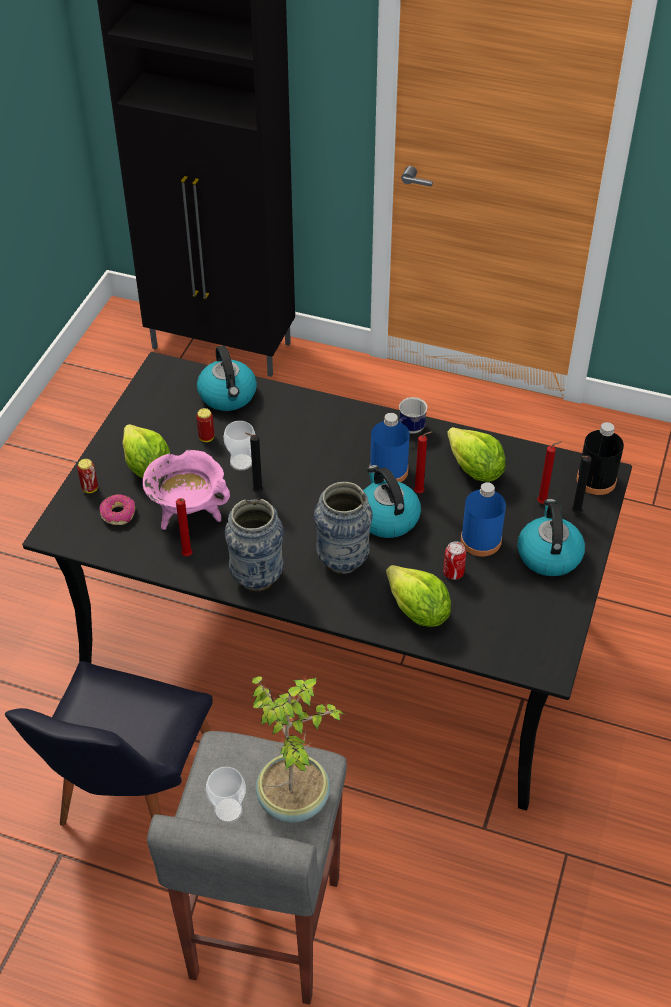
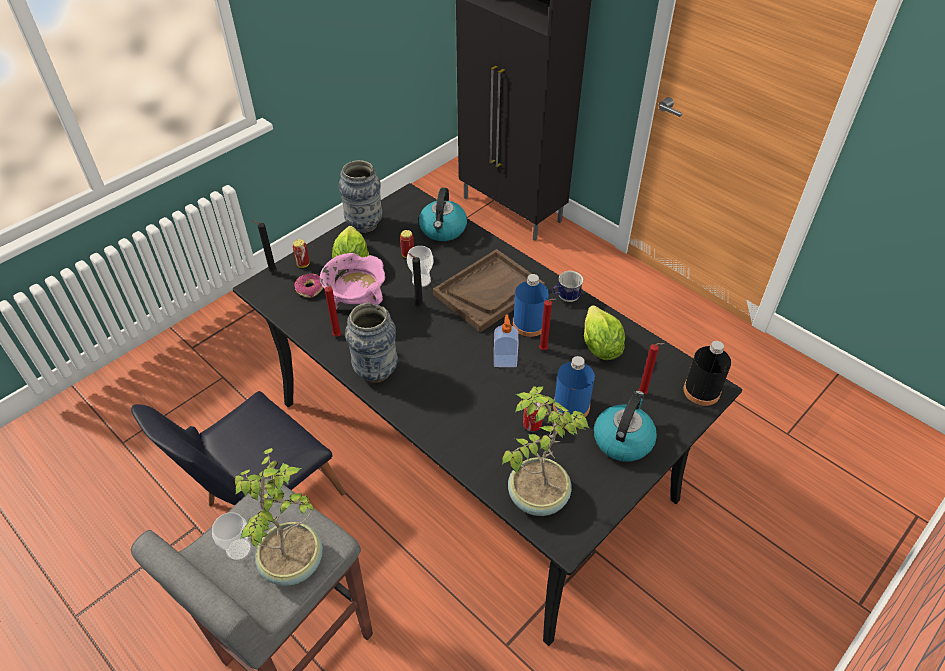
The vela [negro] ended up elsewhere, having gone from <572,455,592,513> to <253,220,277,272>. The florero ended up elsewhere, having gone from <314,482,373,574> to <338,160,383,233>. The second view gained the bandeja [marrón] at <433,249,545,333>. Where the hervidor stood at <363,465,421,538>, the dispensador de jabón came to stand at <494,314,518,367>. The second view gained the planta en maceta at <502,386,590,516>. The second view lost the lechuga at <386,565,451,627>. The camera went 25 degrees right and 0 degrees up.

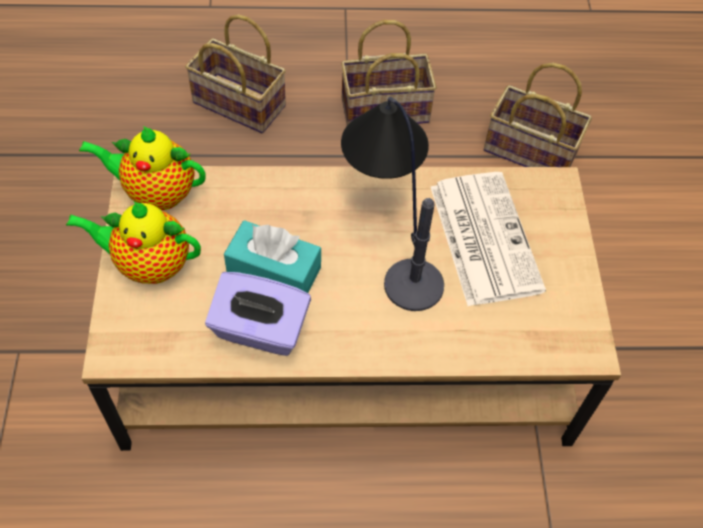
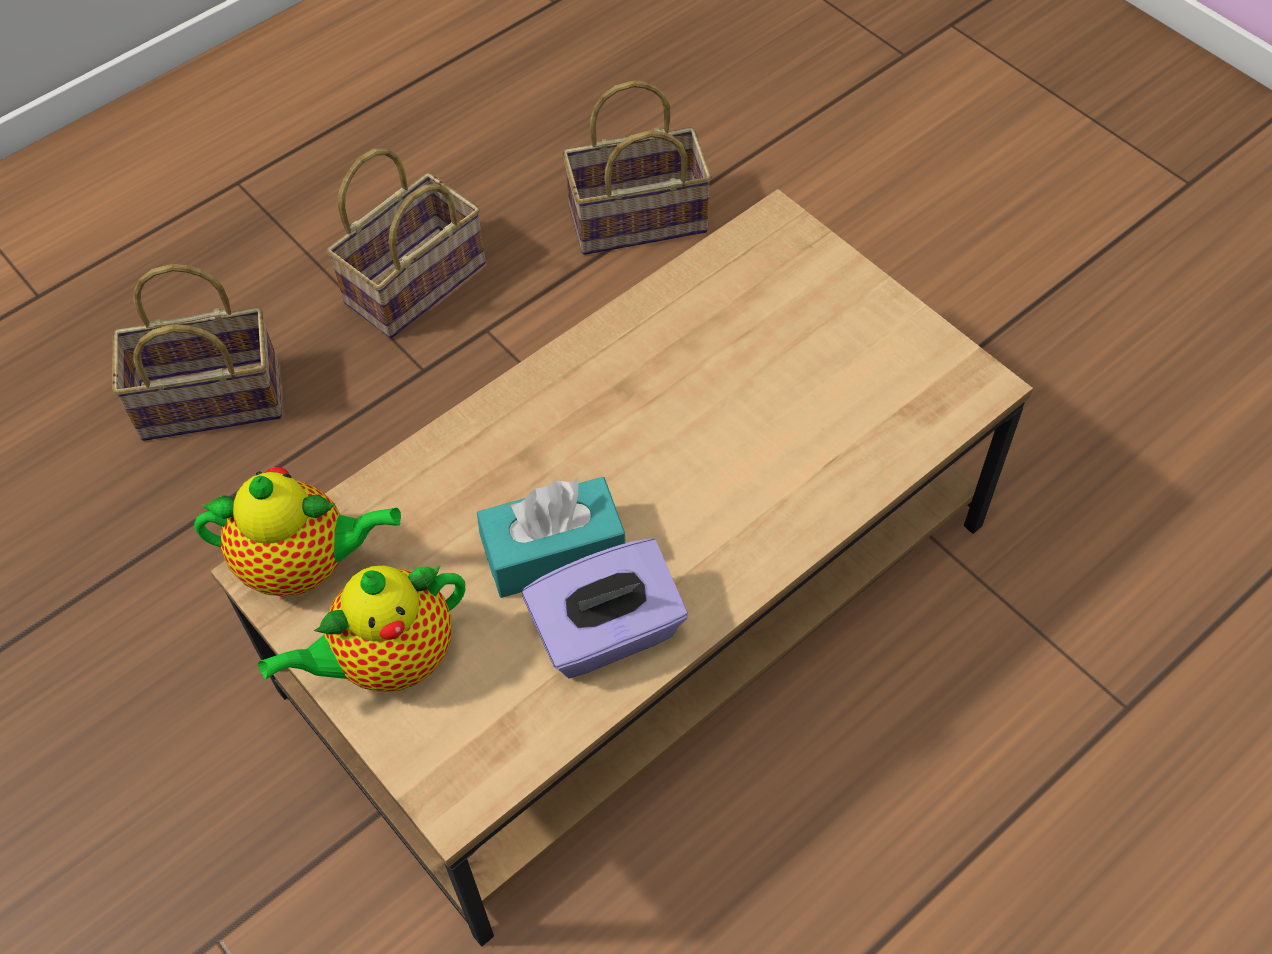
The tetera at <79,126,206,210> ended up facing another way, 150 degrees counterclockwise from before. The second view lost the lámpara de mesa at <341,97,444,311>. The second view lost the periódico at <431,172,546,306>. The camera went 35 degrees left and 0 degrees up.

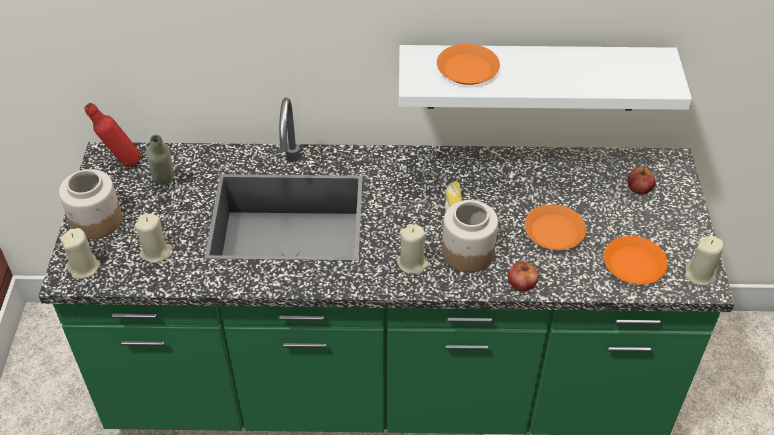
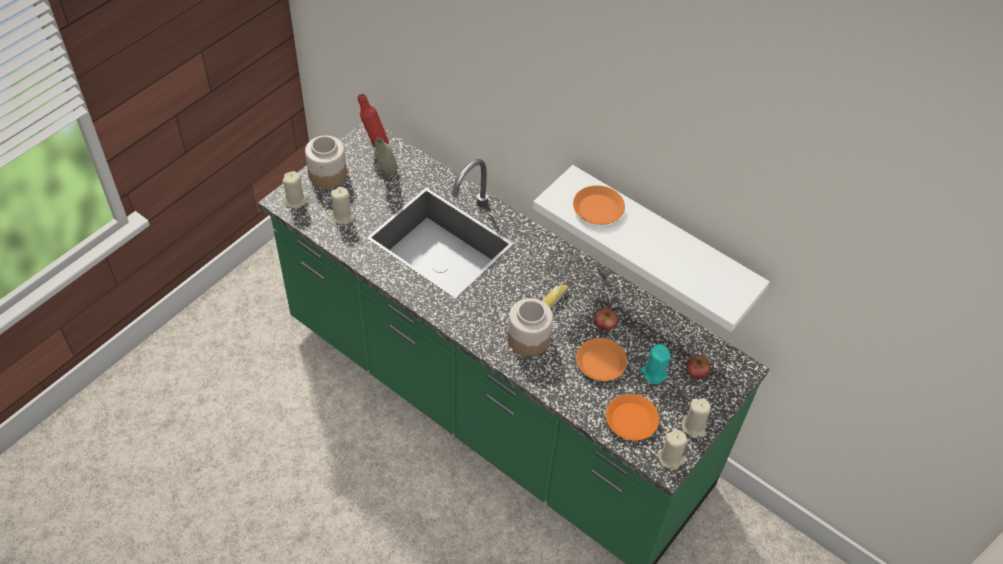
The manzana ended up elsewhere, having gone from <508,262,539,292> to <594,308,618,331>. The second view gained the vela [turquesa] at <641,344,671,384>. The vela [beis] ended up elsewhere, having gone from <396,224,430,274> to <682,398,711,438>. The camera went 35 degrees right and 5 degrees up.

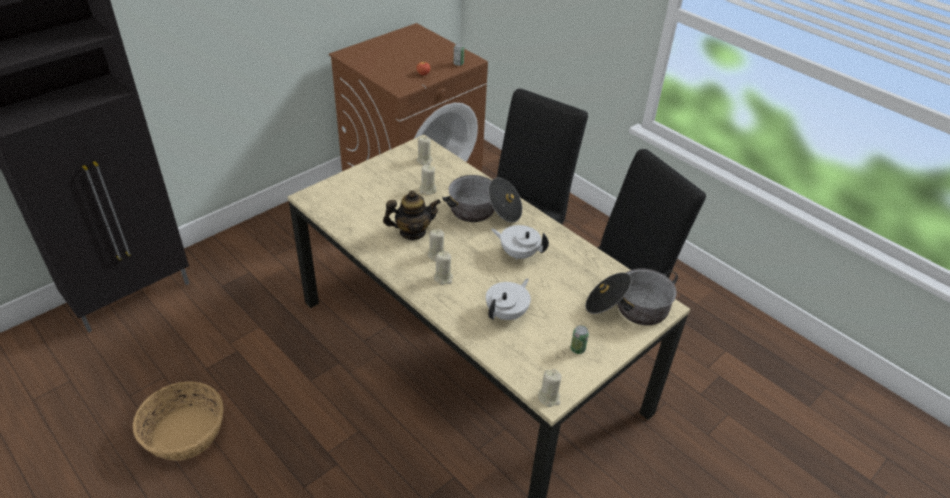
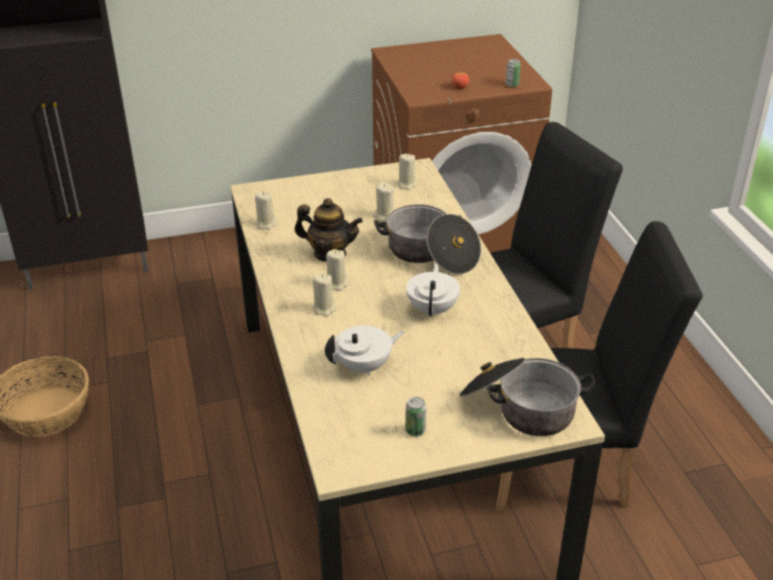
The vela [beis] ended up elsewhere, having gone from <538,369,561,407> to <255,192,277,230>. The tetera [blanco] at <491,225,549,260> ended up facing another way, 45 degrees clockwise from before. The camera went 30 degrees right and 5 degrees down.

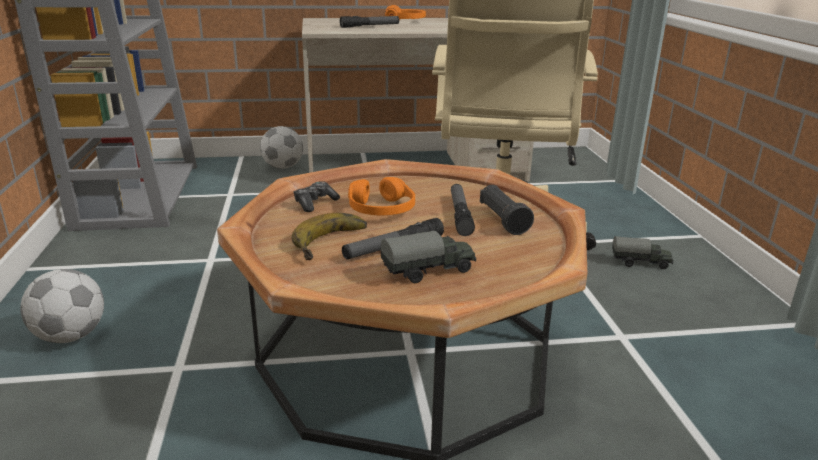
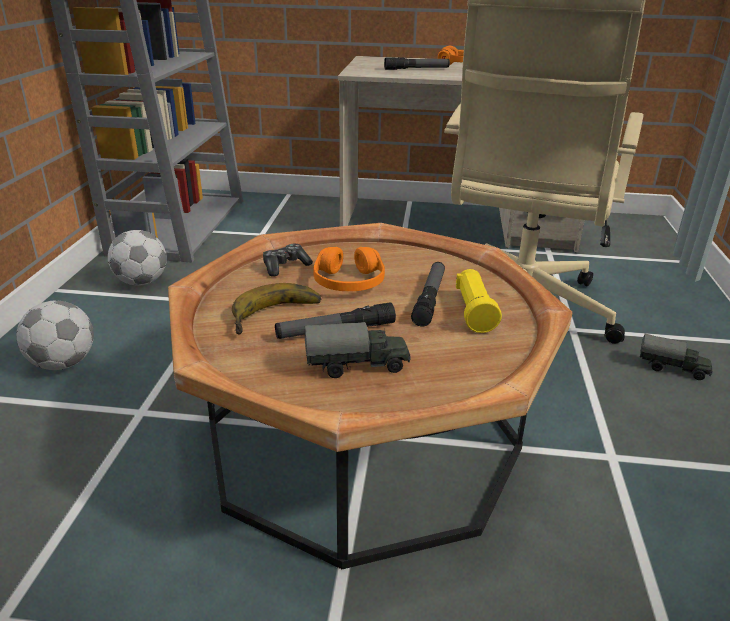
The balón de fútbol ended up elsewhere, having gone from <260,126,303,169> to <108,230,167,285>. What was the linterna [negro] at <480,185,534,235> turned into the linterna [amarillo] at <456,269,502,333>. The camera went 15 degrees right and 5 degrees up.

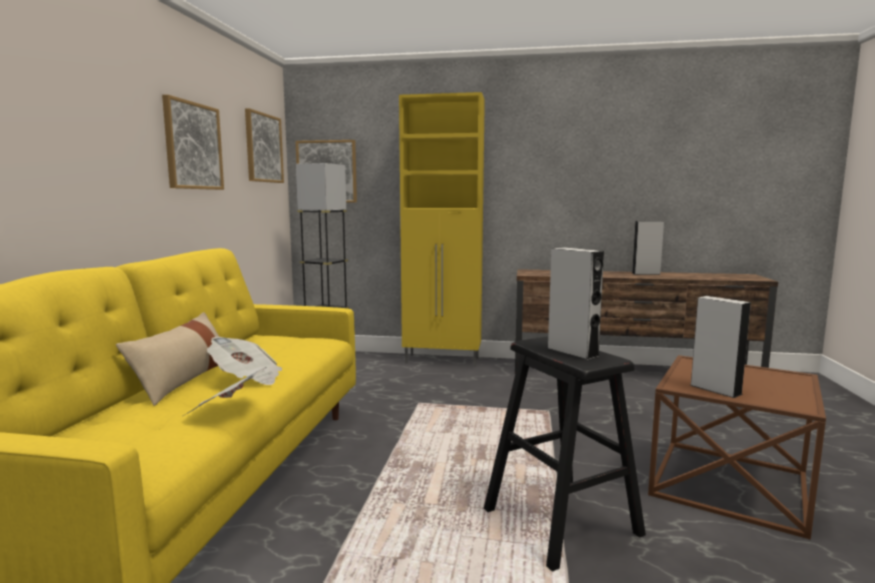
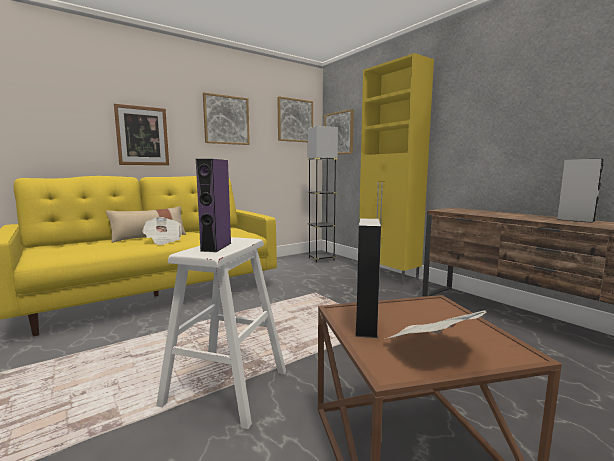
The second view gained the cuadro at <114,104,169,165>. What was the taburete [negro] at <484,336,646,572> turned into the taburete [blanco] at <156,237,286,429>. What was the altavoz [gris] at <548,248,604,360> turned into the altavoz [morado] at <196,159,231,252>. The periódico ended up elsewhere, having gone from <183,367,267,416> to <384,310,487,339>. The camera went 45 degrees right and 0 degrees up.

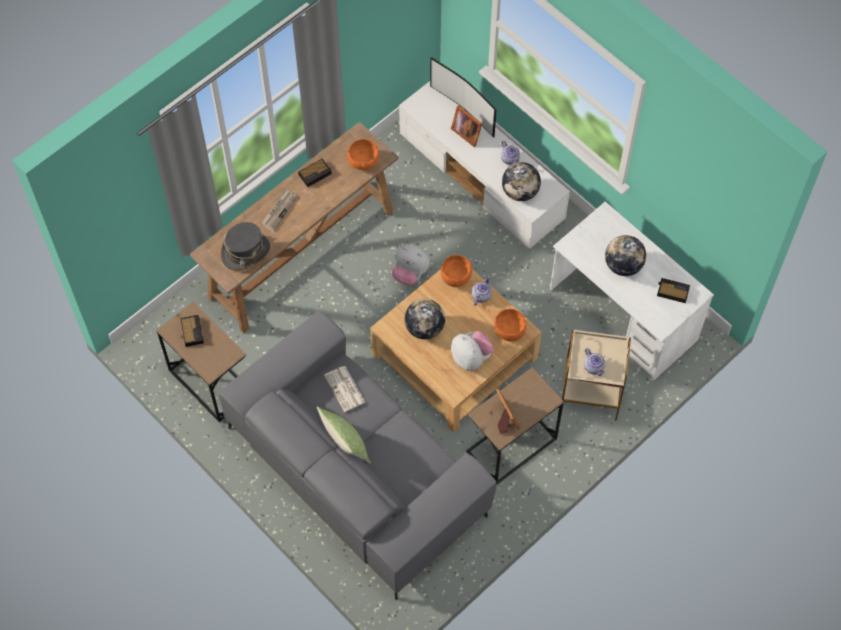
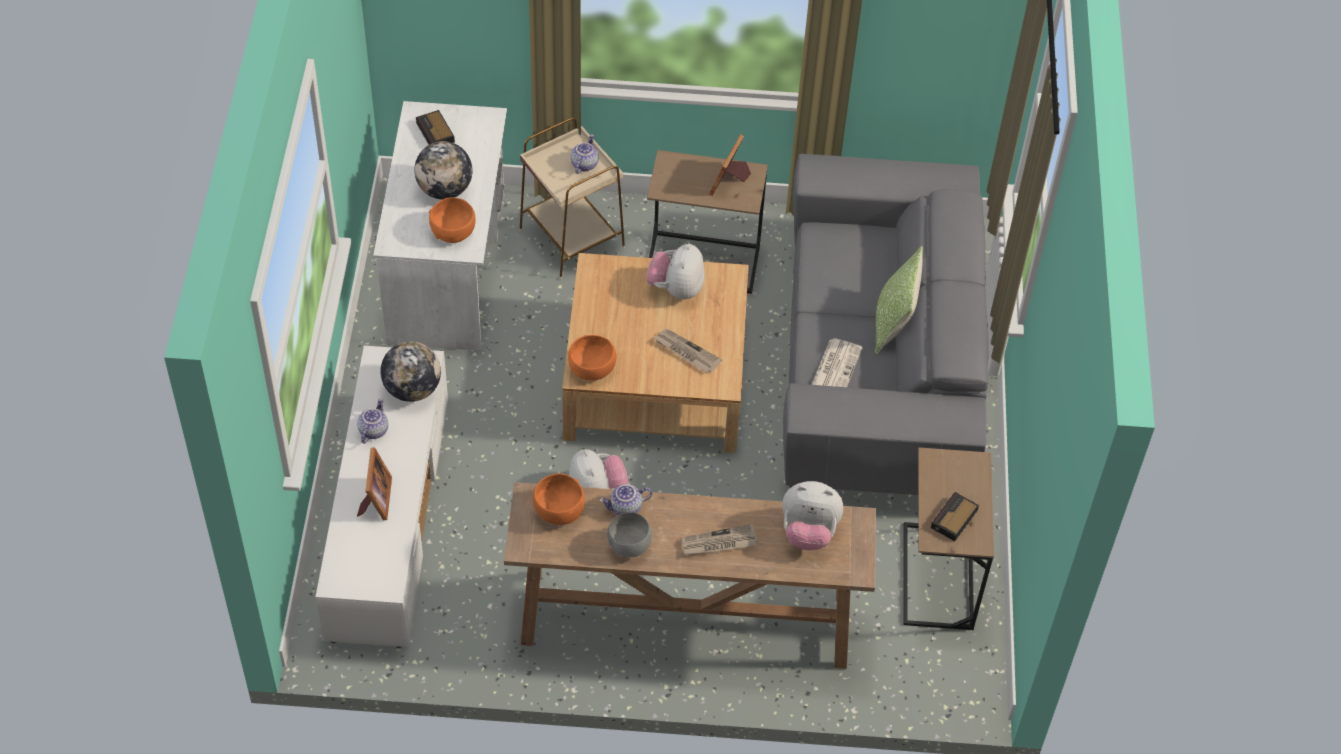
The cuenco [naranja] ended up elsewhere, having gone from <494,309,527,342> to <429,197,476,243>. The tetera ended up elsewhere, having gone from <472,276,492,306> to <600,484,652,515>. Where the despertador stood at <298,159,332,187>, the cuenco [gris] came to stand at <607,512,652,558>. Where the globo terráqueo stood at <405,299,445,339>, the periódico came to stand at <654,329,722,373>. Where the sombrero [gris] stood at <221,222,270,270>, the peluche came to stand at <782,481,843,550>. The second view lost the televisor at <430,57,496,138>. The camera went 135 degrees left and 10 degrees down.

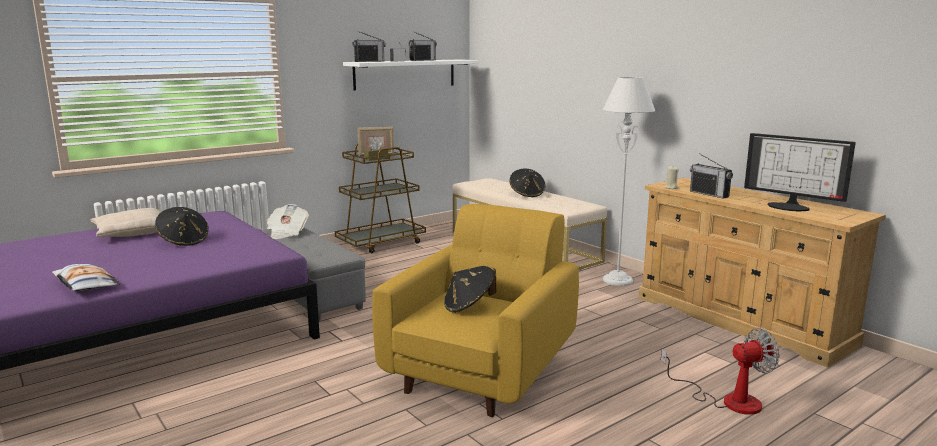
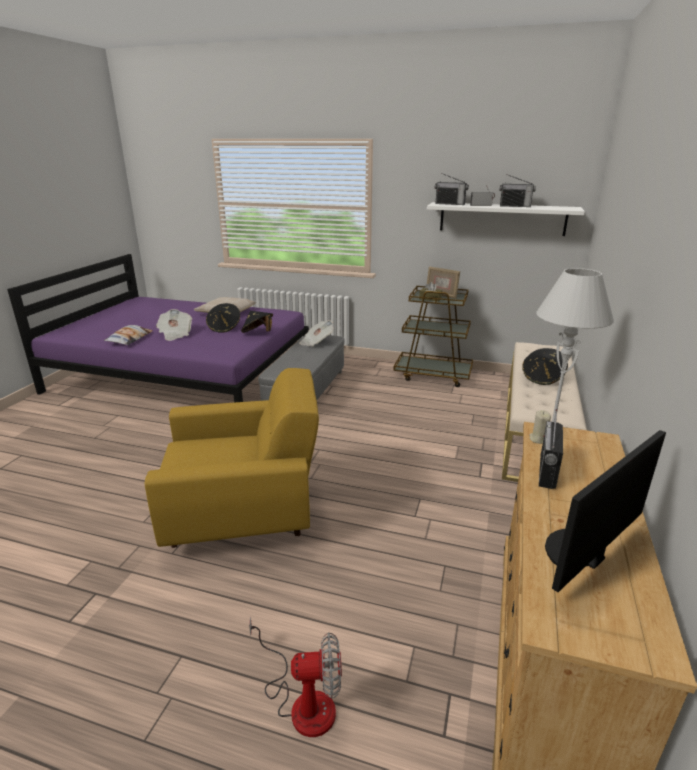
The second view gained the periódico at <156,309,192,341>. The sombrero [negro] ended up elsewhere, having gone from <444,266,496,313> to <241,311,273,333>. The ventilador at <661,328,780,415> ended up facing another way, 45 degrees counterclockwise from before. The monitor at <744,133,856,211> ended up facing another way, 45 degrees clockwise from before. The camera went 55 degrees right and 10 degrees up.

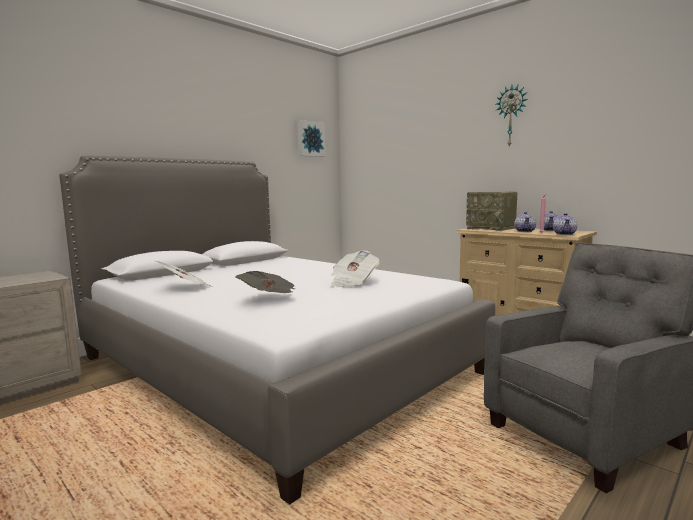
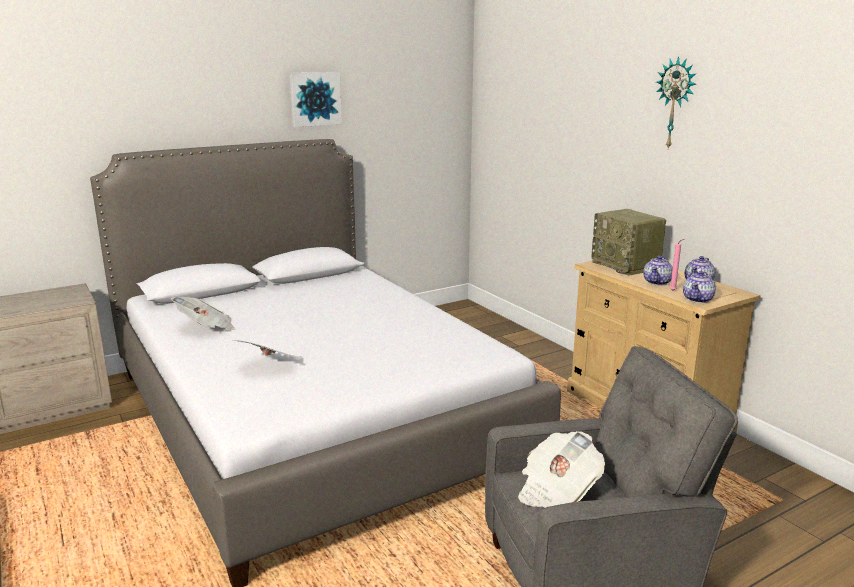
The cuadro ended up elsewhere, having gone from <297,120,326,157> to <289,72,342,127>. The periódico ended up elsewhere, having gone from <331,250,380,287> to <518,431,605,508>. The camera went 15 degrees right and 10 degrees up.

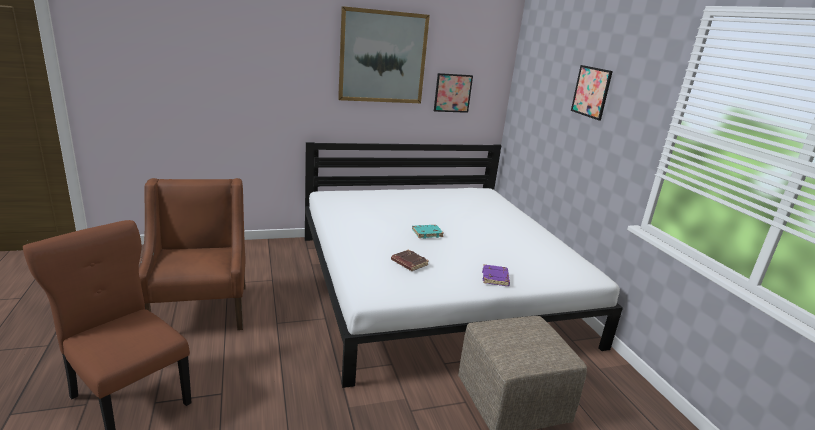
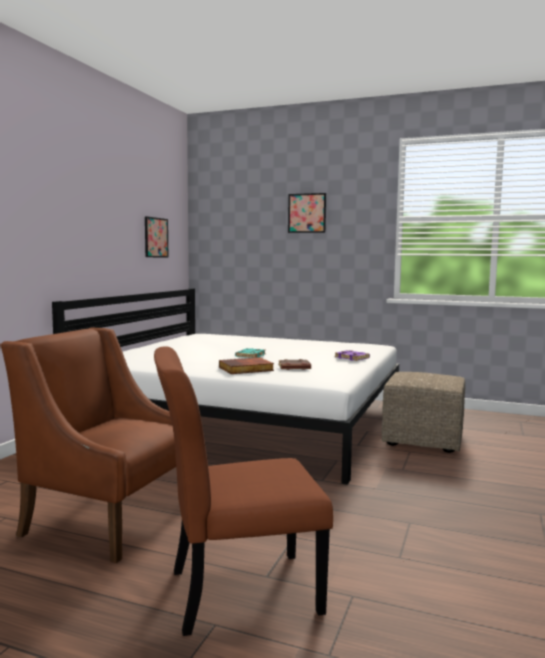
The second view gained the libro at <219,357,274,374>. The second view lost the cuadro at <338,6,430,103>. The camera went 50 degrees left and 15 degrees down.

